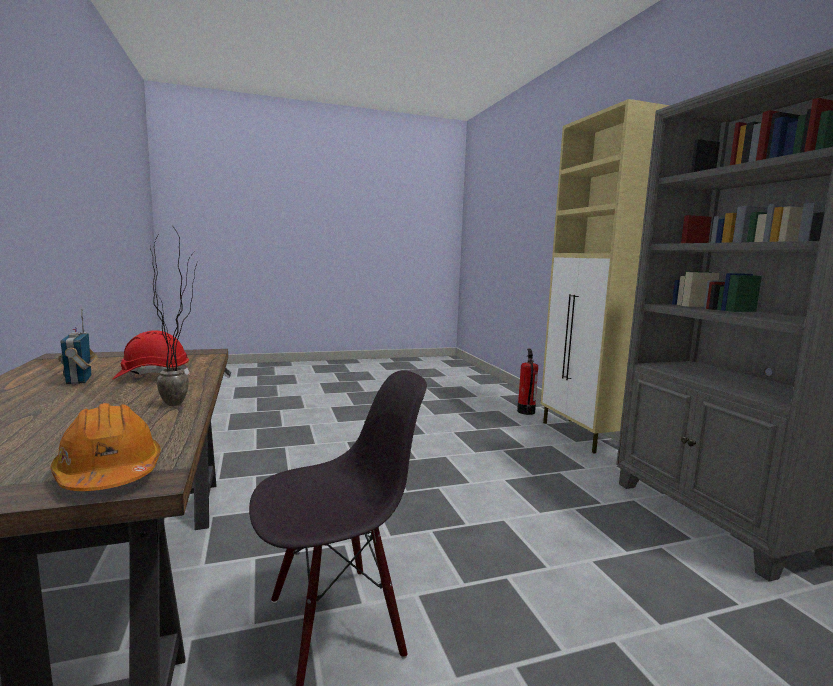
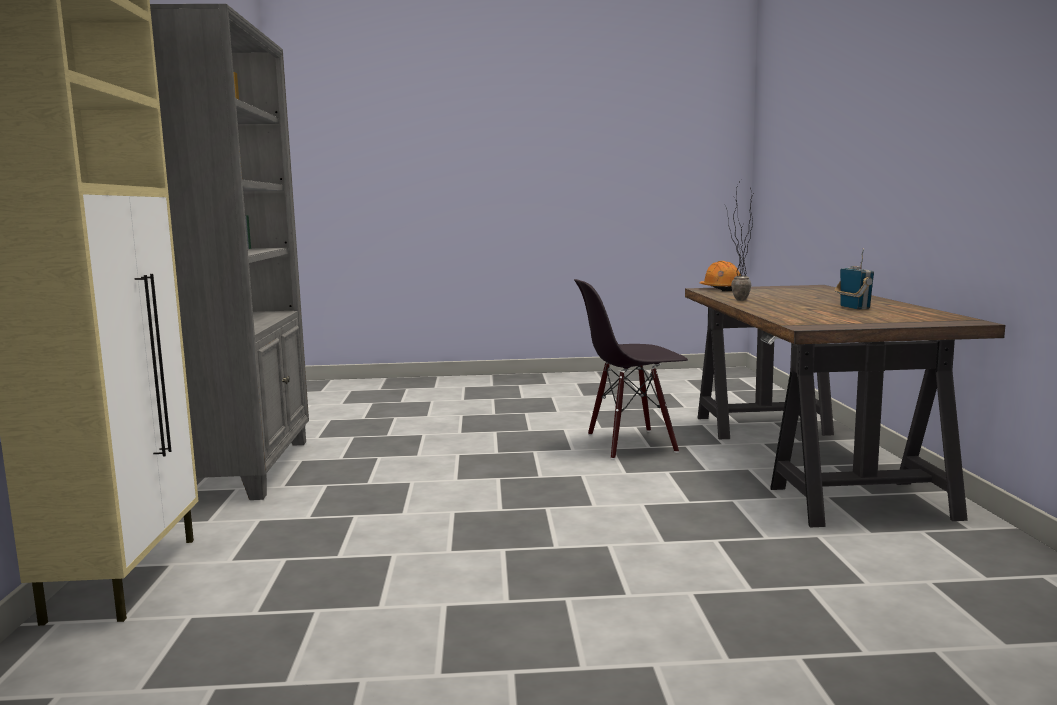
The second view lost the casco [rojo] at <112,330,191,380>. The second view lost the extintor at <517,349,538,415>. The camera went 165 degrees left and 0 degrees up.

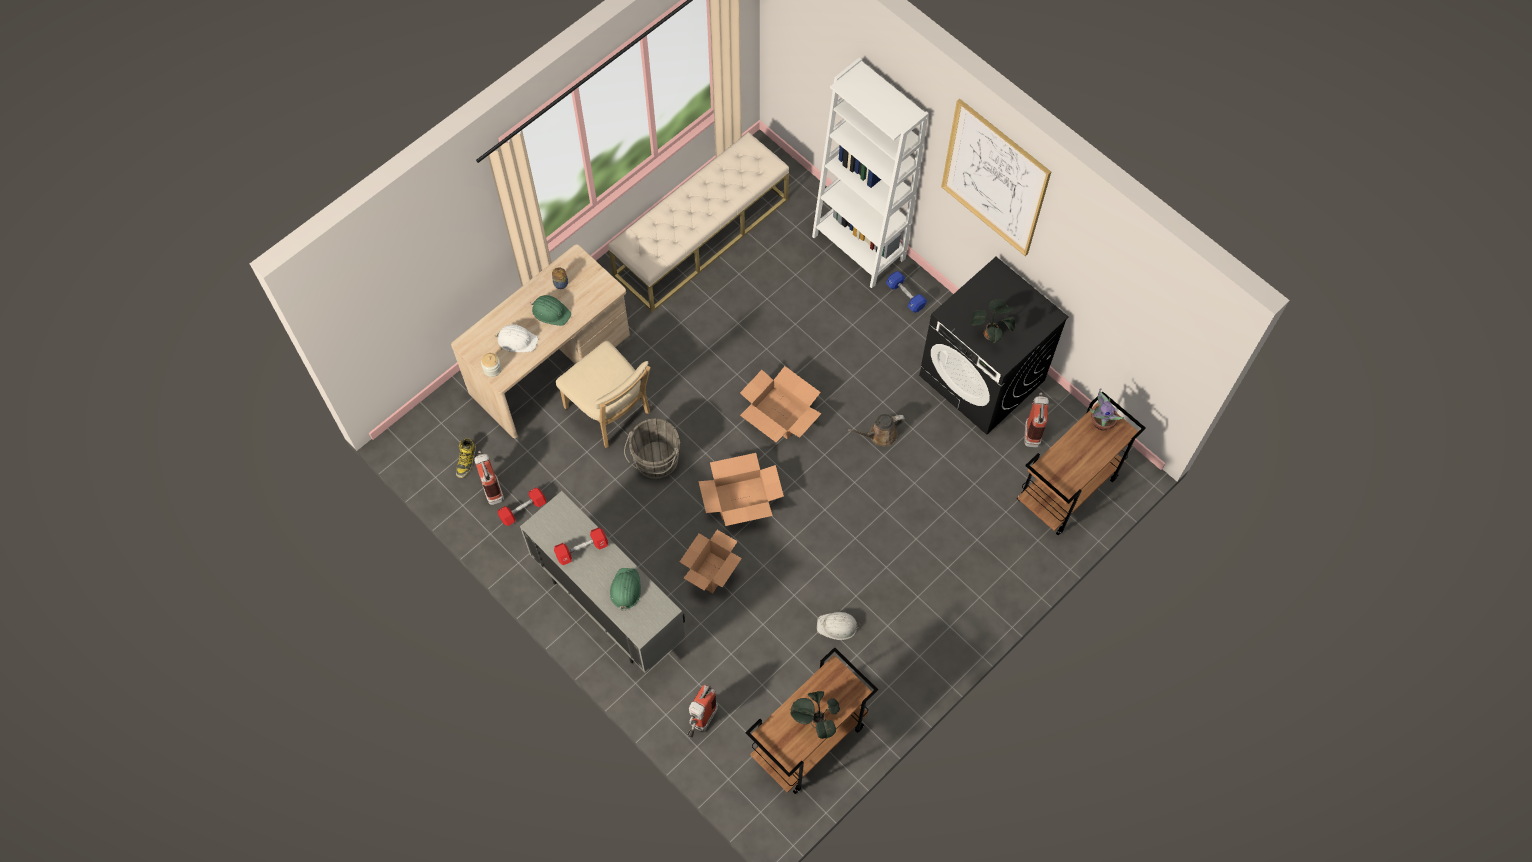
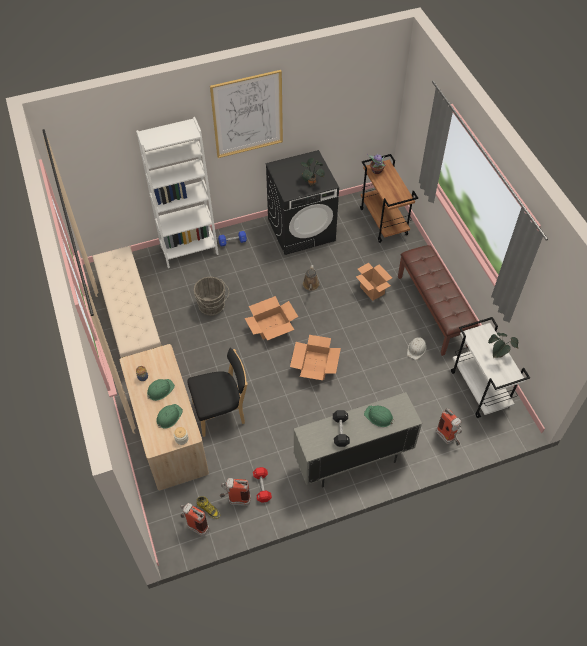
What was the casco [blanco] at <495,324,538,352> turned into the casco [verde] at <156,404,183,429>. The extintor ended up elsewhere, having gone from <1025,393,1049,447> to <180,503,209,536>. What was the silla [beis] at <556,341,651,448> turned into the silla [negro] at <188,348,248,437>. The cubo [gris] ended up elsewhere, having gone from <624,419,681,479> to <194,277,229,316>. What was the mancuerna [rojo] at <554,527,608,565> turned into the mancuerna [negro] at <333,410,350,447>. The caja de cartón ended up elsewhere, having gone from <680,530,742,593> to <356,263,392,301>. The second view gained the banco [marrón] at <398,245,479,356>. What was the carrito [marrón] at <746,647,878,794> turned into the carrito [blanco] at <451,317,530,418>. The camera went 65 degrees left and 10 degrees down.

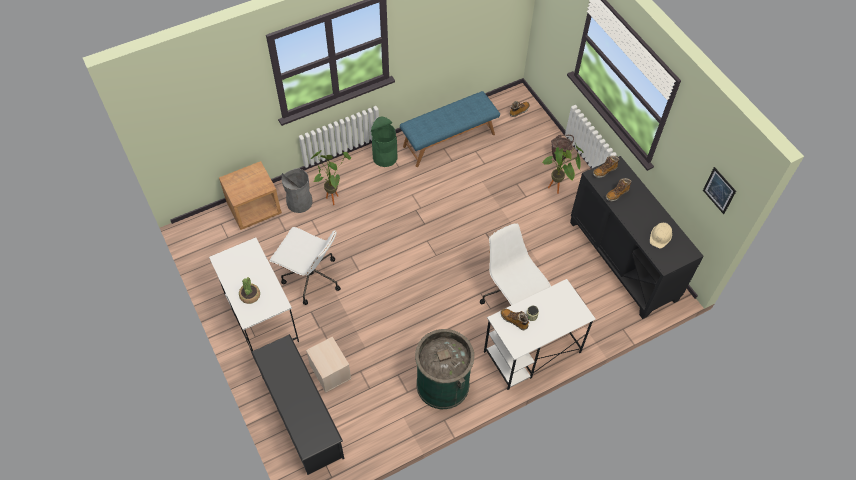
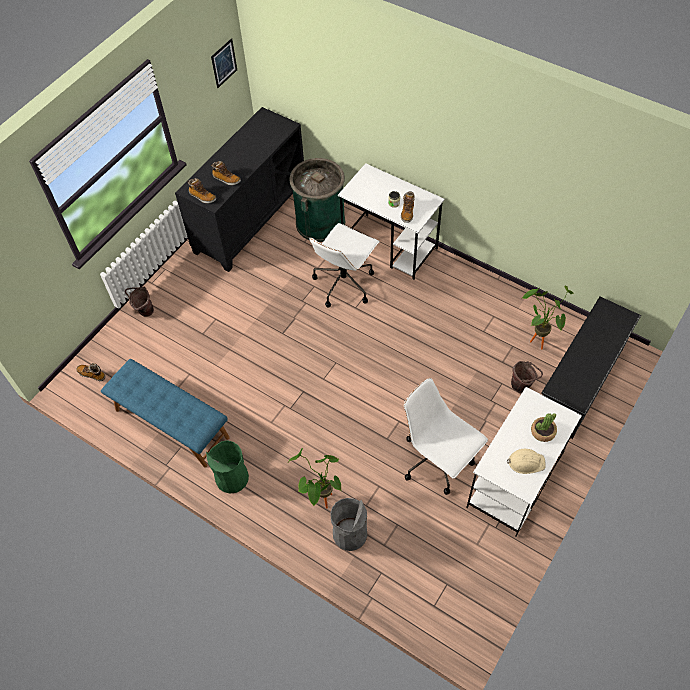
The papelera [verde] ended up elsewhere, having gone from <415,329,474,409> to <289,158,345,242>. The silla de oficina [blanco] at <269,227,341,305> ended up facing another way, 45 degrees counterclockwise from before. The casco [beis] ended up elsewhere, having gone from <650,222,672,249> to <507,449,546,474>. Where the caja de almacenaje [beis] stood at <306,337,351,393>, the cubo [marrón] came to stand at <511,361,543,393>. The planta en maceta ended up elsewhere, having gone from <542,143,583,194> to <522,285,573,349>. The second view lost the mesita de noche [marrón] at <219,161,282,230>. The camera went 115 degrees left and 0 degrees up.

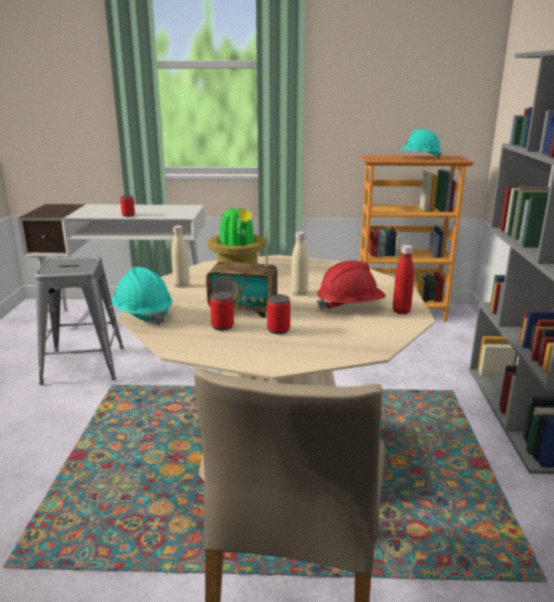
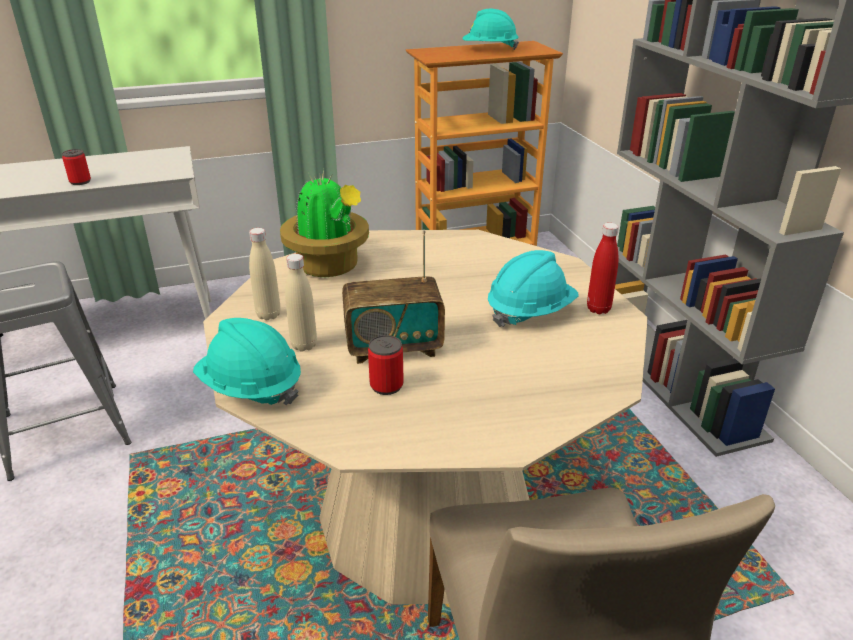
The botella [beis] ended up elsewhere, having gone from <291,231,309,296> to <285,254,317,351>. What was the casco [rojo] at <317,260,386,310> turned into the casco [turquesa] at <488,250,579,327>. The second view lost the lata at <267,294,290,334>. The camera went 20 degrees left and 10 degrees up.

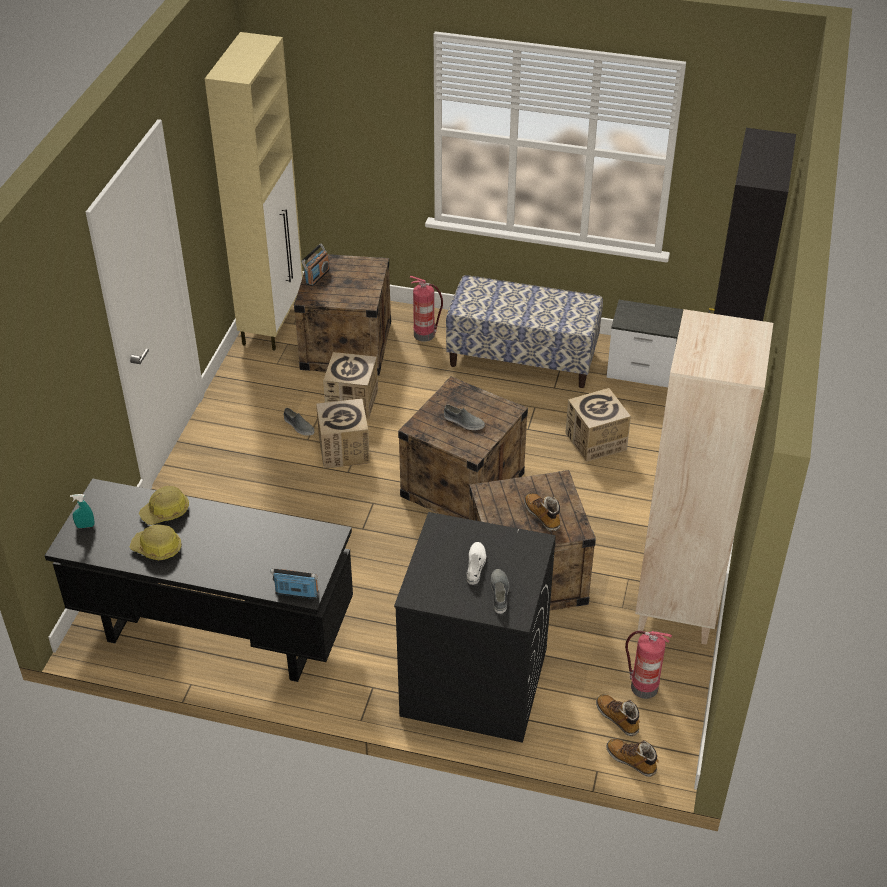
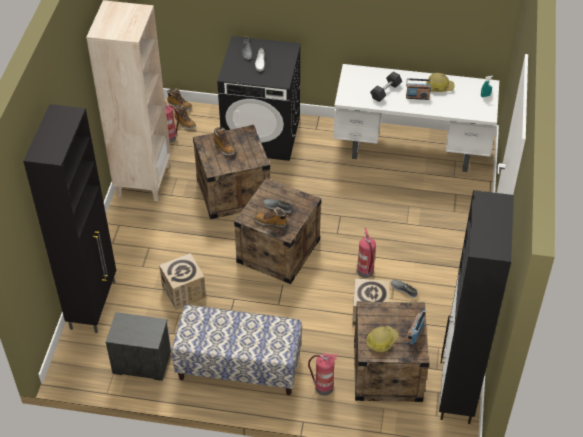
The second view gained the bota at <254,206,288,227>. What was the escritorio [negro] at <45,478,353,682> turned into the escritorio [blanco] at <333,64,499,172>. Where the caja de cartón stood at <316,398,370,469>, the extintor came to stand at <357,228,376,278>. The casco ended up elsewhere, having gone from <139,486,189,525> to <367,326,399,352>. The second view gained the mancuerna [negro] at <370,72,402,102>. The radio ended up elsewhere, having gone from <270,568,319,599> to <406,78,432,100>. What was the armario [beis] at <205,32,303,351> turned into the armario [negro] at <439,190,514,424>. The camera went 175 degrees right and 5 degrees up.

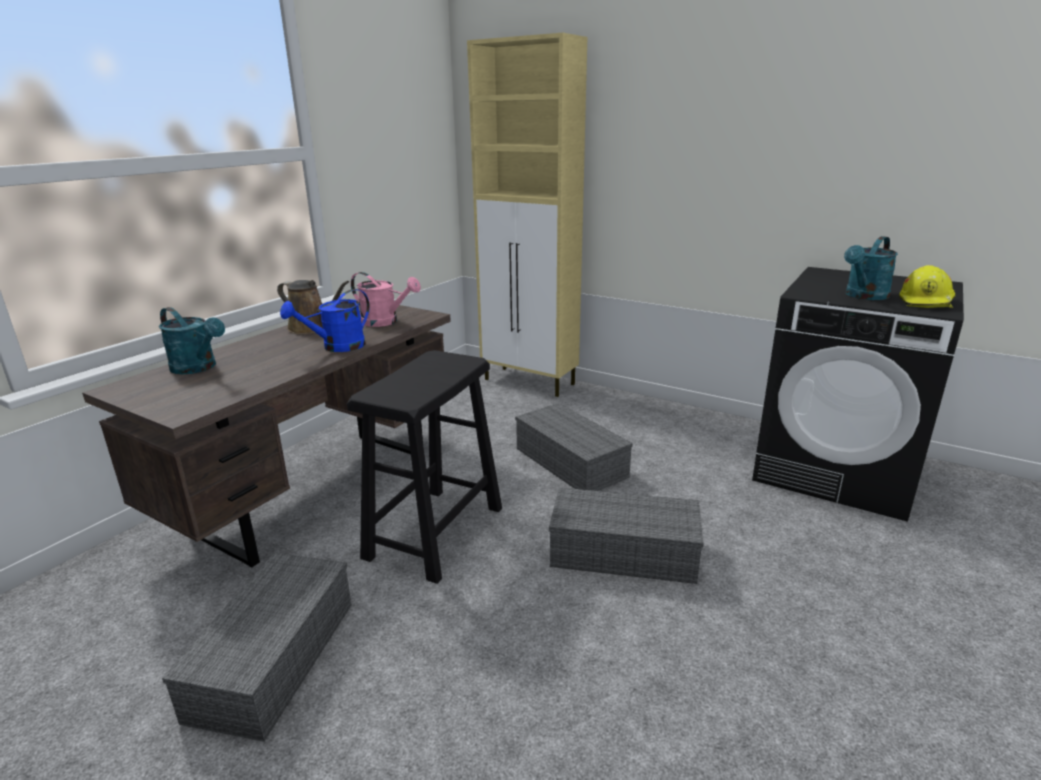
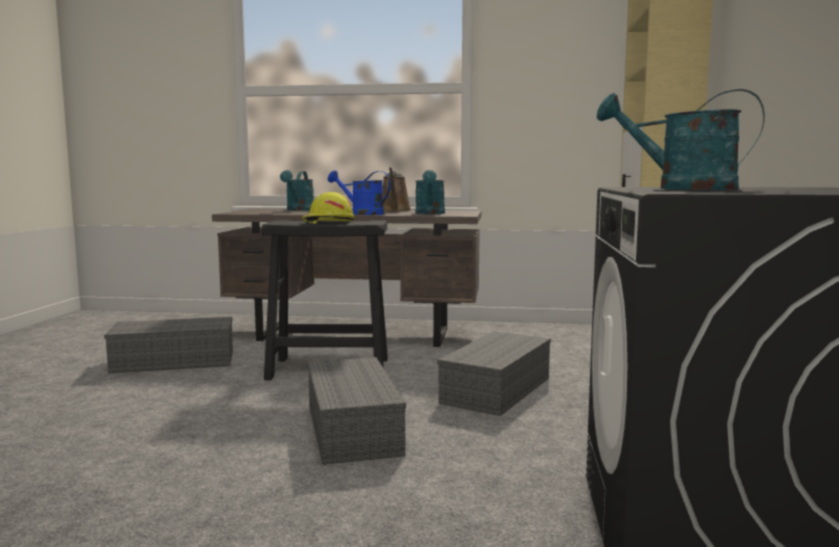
The casco [amarillo] ended up elsewhere, having gone from <899,265,955,308> to <301,192,354,224>. What was the regadera [rosa] at <351,272,421,327> turned into the regadera [turquesa] at <415,170,445,214>. The camera went 65 degrees right and 15 degrees down.

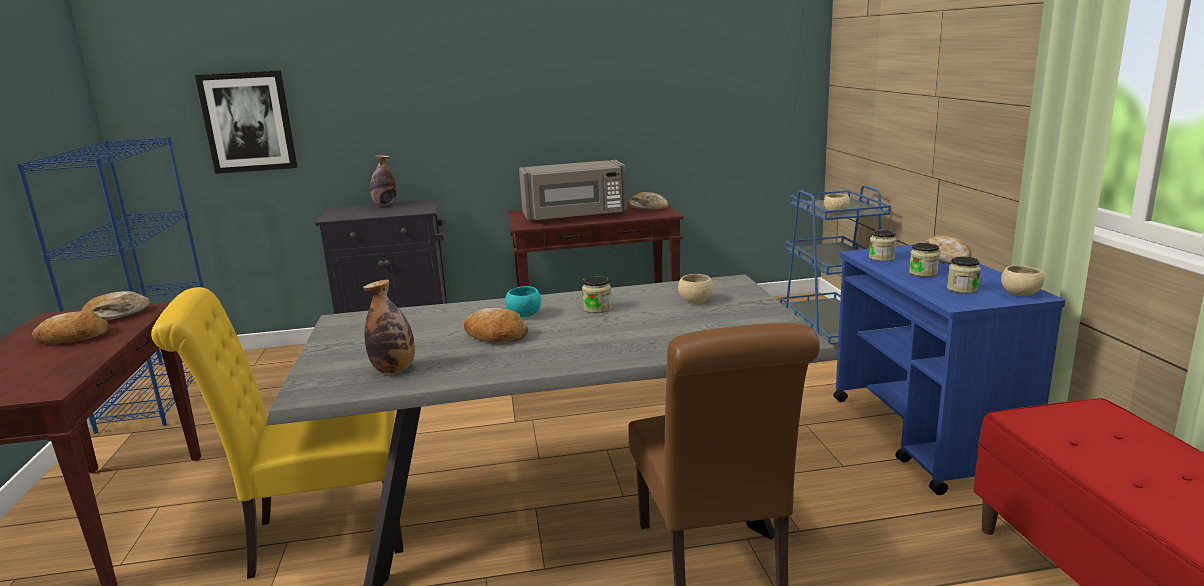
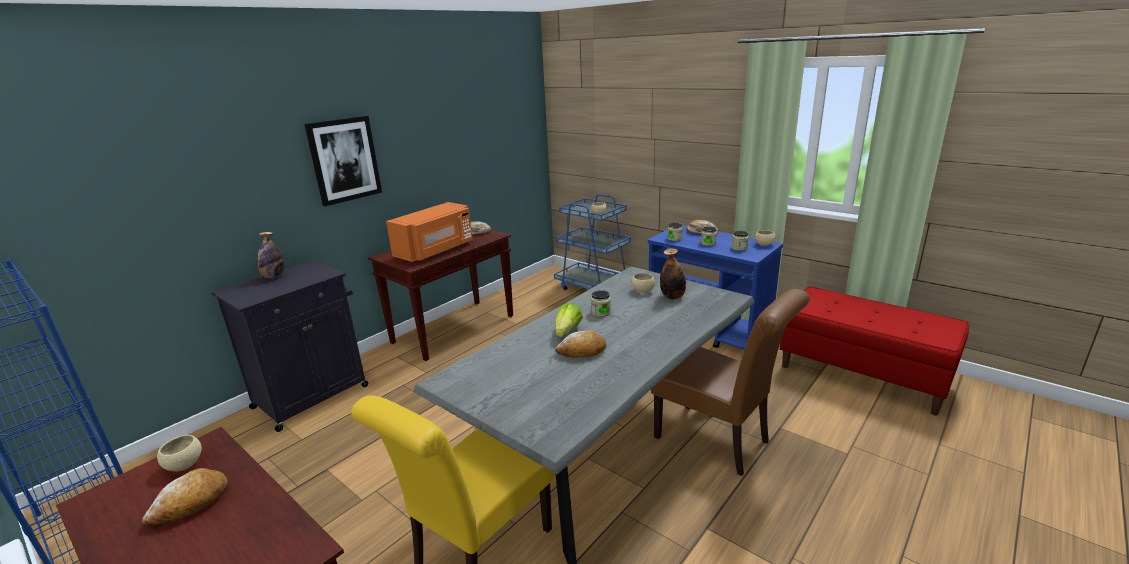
Where the pan stood at <82,291,150,322>, the cuenco [beis] came to stand at <157,435,202,471>. The cuadro ended up elsewhere, having gone from <195,70,297,174> to <304,116,382,206>. What was the microondas [gris] at <519,160,627,222> turned into the microondas [naranja] at <386,202,473,262>. Where the cuenco [turquesa] stood at <505,286,541,317>, the lechuga came to stand at <555,302,583,337>. The botella ended up elsewhere, having gone from <363,279,415,374> to <660,248,686,299>. The camera went 40 degrees left and 5 degrees up.

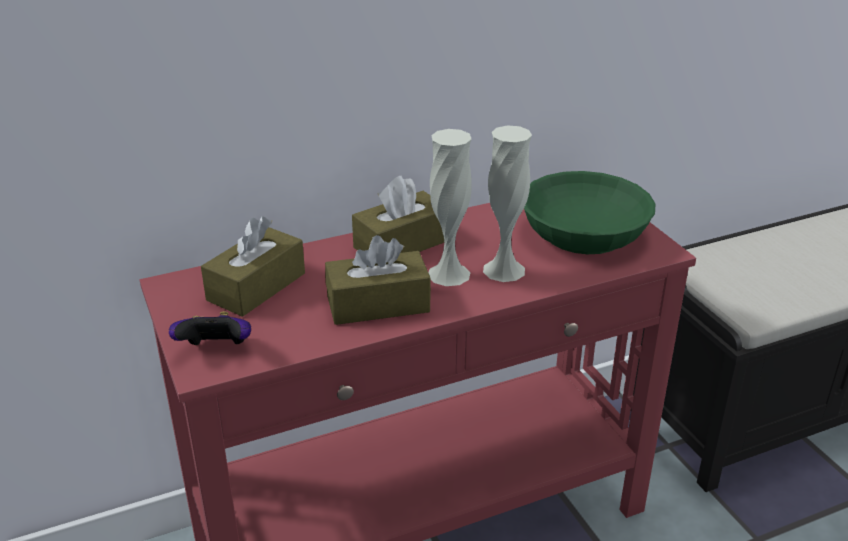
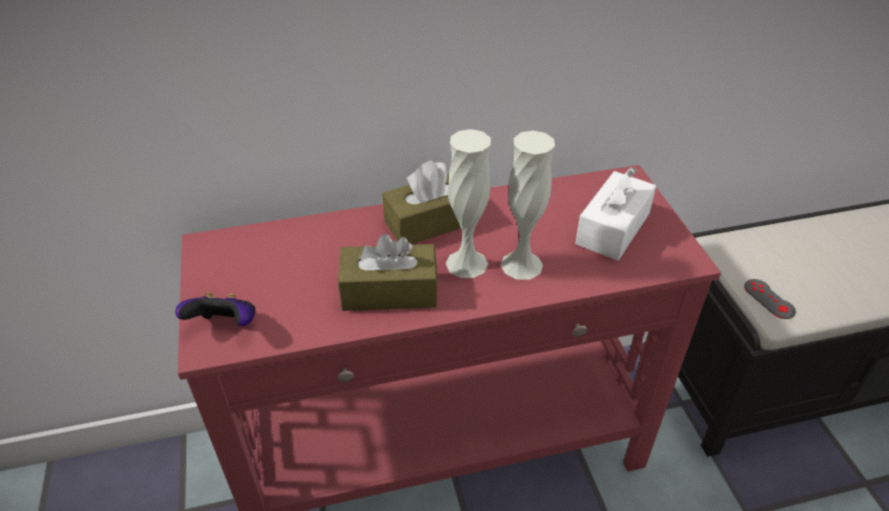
Where the cuenco [verde] stood at <524,171,655,254>, the caja de pañuelos [blanco] came to stand at <575,167,656,261>. The second view gained the mando de consola [gris] at <744,279,796,319>. The second view lost the caja de pañuelos [marrón] at <201,216,305,317>. The camera went 10 degrees right and 10 degrees up.

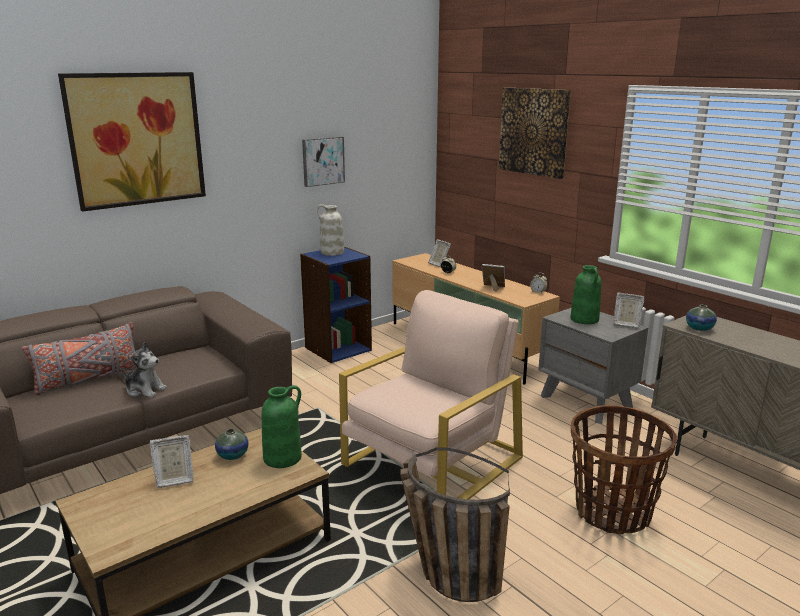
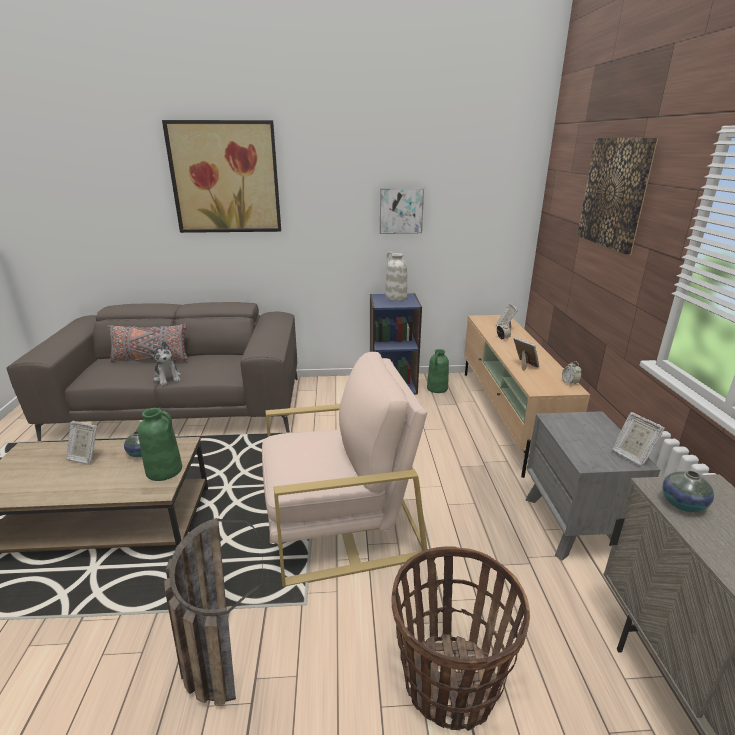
The florero [verde] ended up elsewhere, having gone from <570,265,601,324> to <427,349,449,393>. The camera went 35 degrees right and 5 degrees up.

